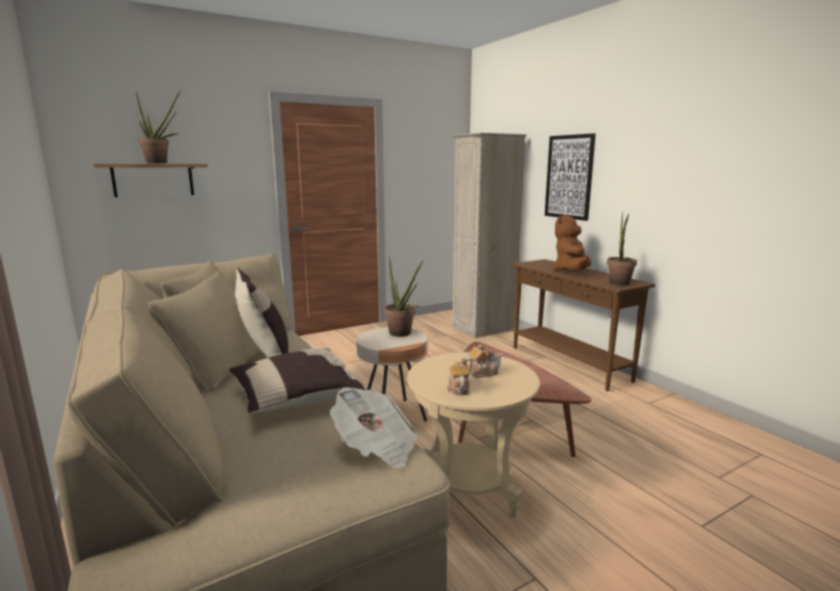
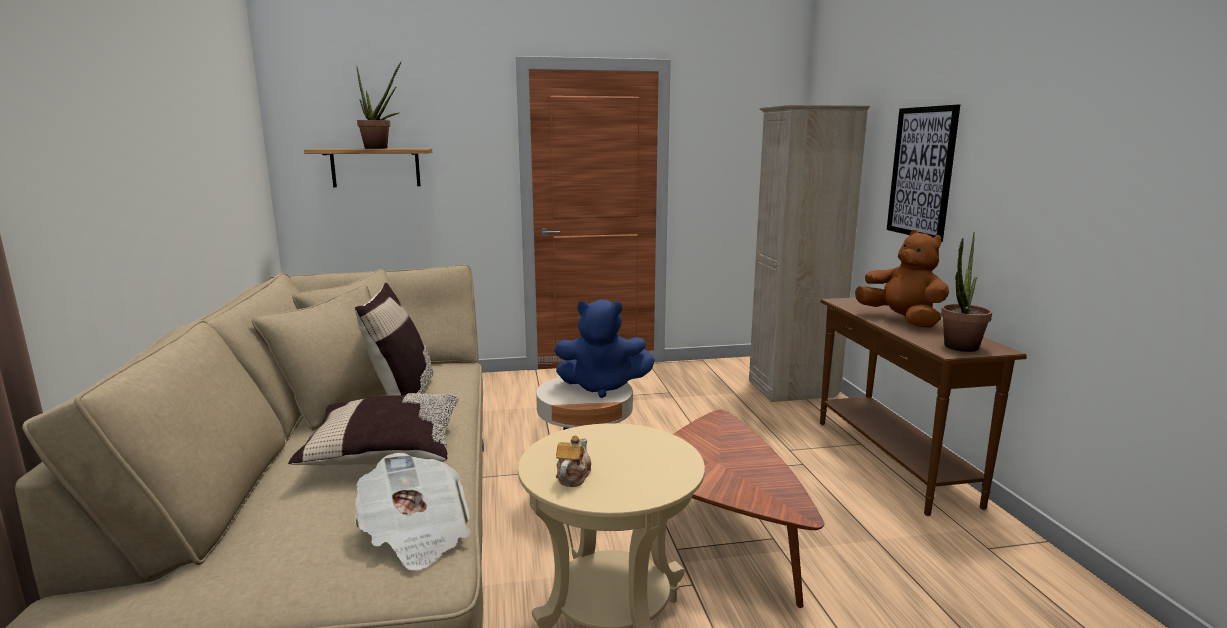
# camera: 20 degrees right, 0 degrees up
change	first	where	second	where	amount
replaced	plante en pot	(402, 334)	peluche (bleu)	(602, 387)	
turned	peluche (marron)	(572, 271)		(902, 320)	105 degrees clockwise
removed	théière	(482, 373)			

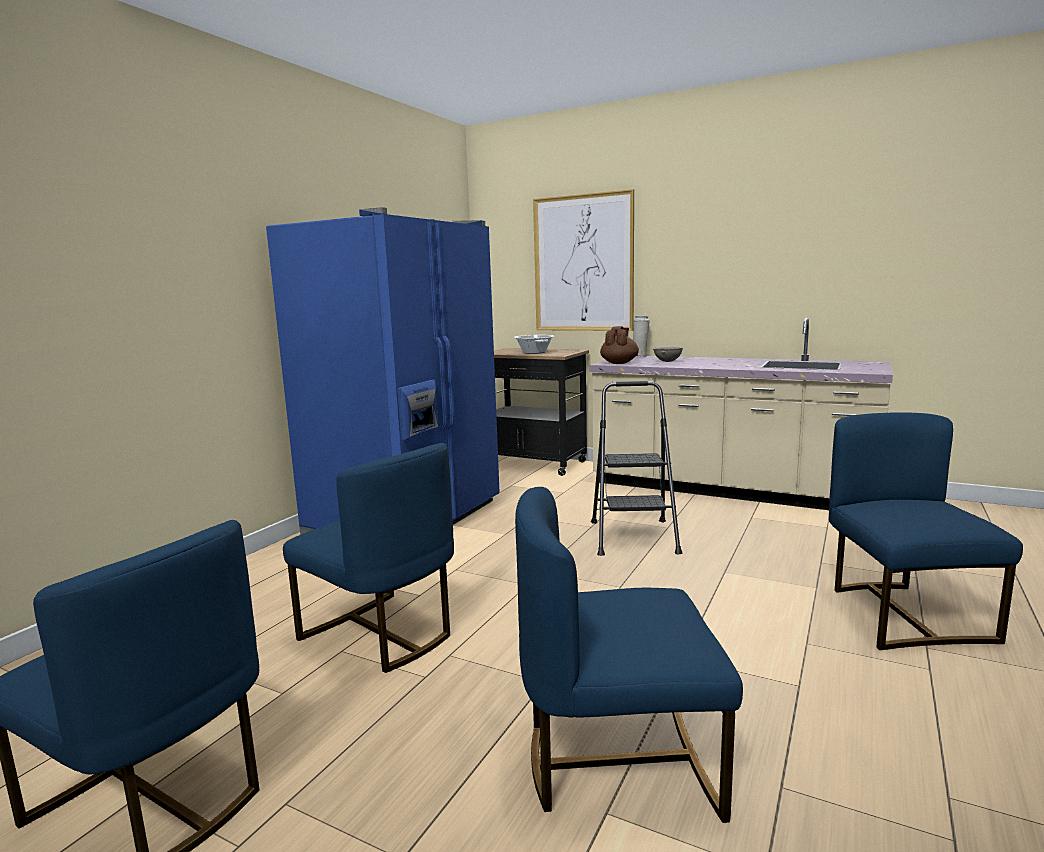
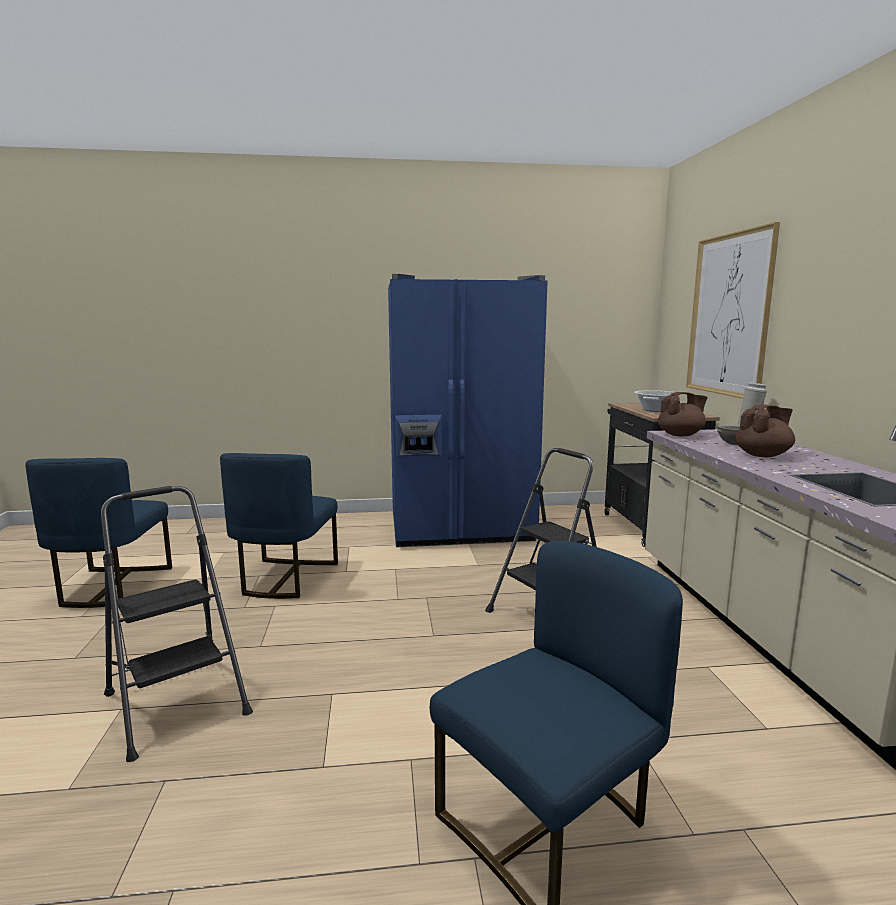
# camera: 55 degrees right, 0 degrees up
change	first	where	second	where	amount
replaced	chaise (bleu)	(618, 761)	escabeau (noir)	(175, 699)	
added			théière (marron)	(763, 455)	

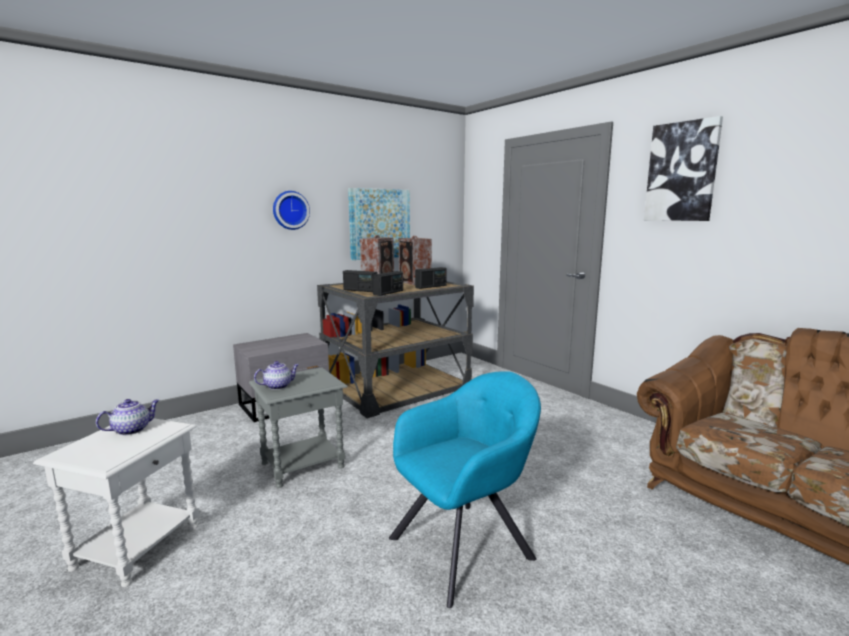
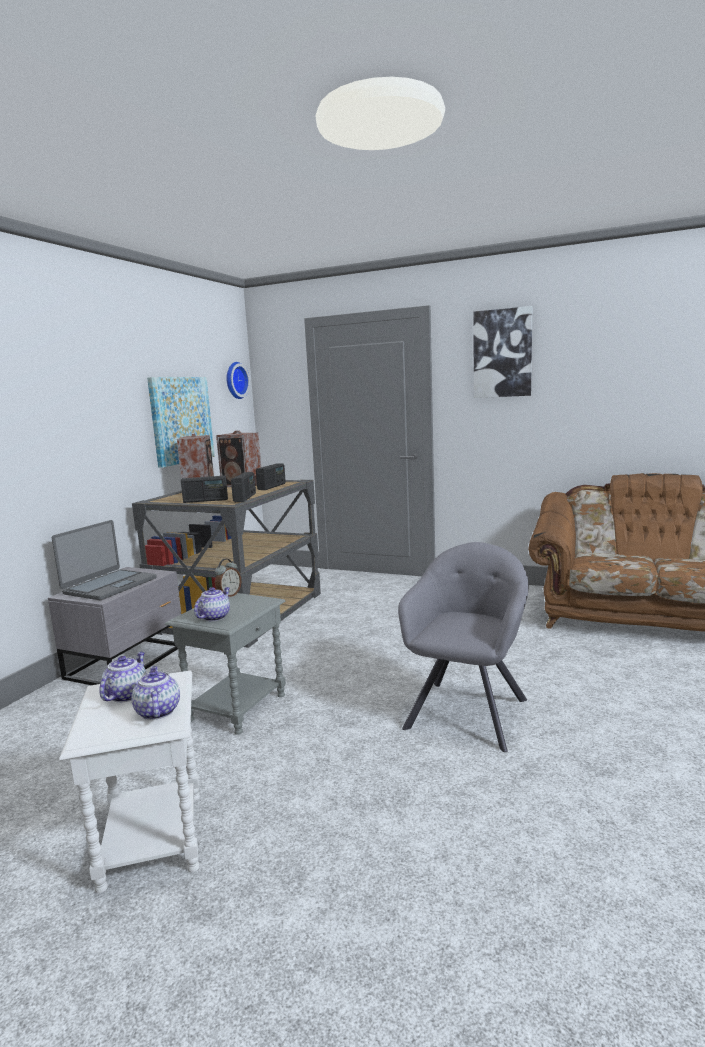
# camera: 30 degrees left, 0 degrees up
change	first	where	second	where	amount
added			ordinateur portable	(109, 586)	
added			théière	(157, 711)	
added			réveil	(229, 595)	
moved	horloge murale	(290, 210)		(235, 380)	
recoloured	fauteuil (turquoise)	(465, 545)	fauteuil (gris)	(468, 710)	

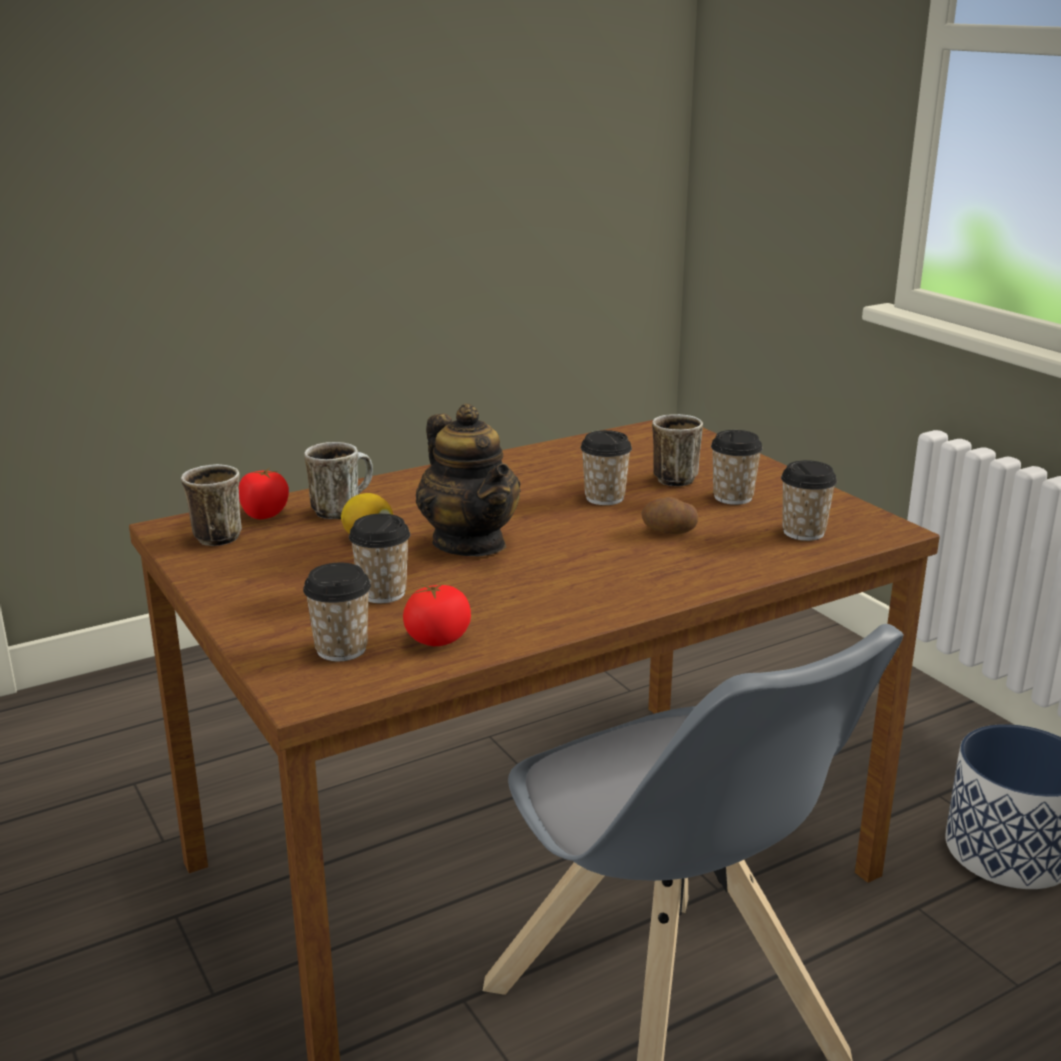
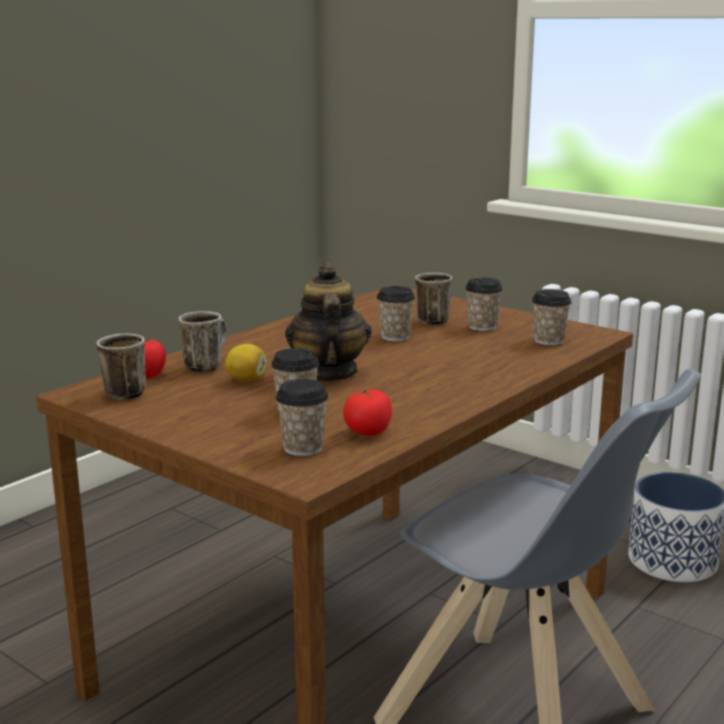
# camera: 20 degrees left, 5 degrees down
change	first	where	second	where	amount
turned	théière	(470, 543)		(328, 374)	135 degrees counterclockwise
removed	pomme de terre	(669, 532)			

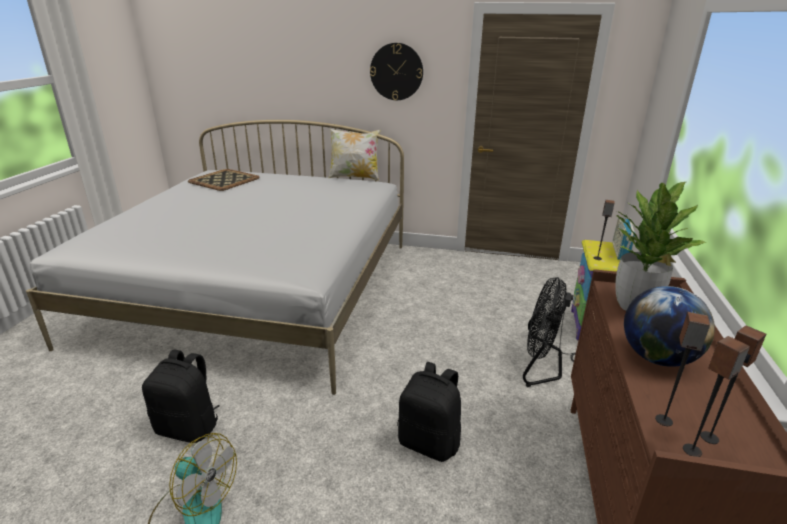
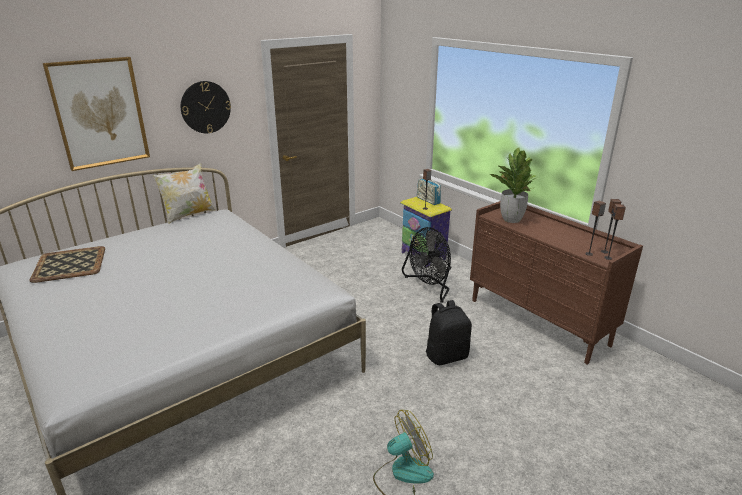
# camera: 50 degrees left, 0 degrees up
change	first	where	second	where	amount
added			tableau	(99, 113)	
removed	sac à dos (noir)	(189, 427)			
removed	globe	(657, 358)			

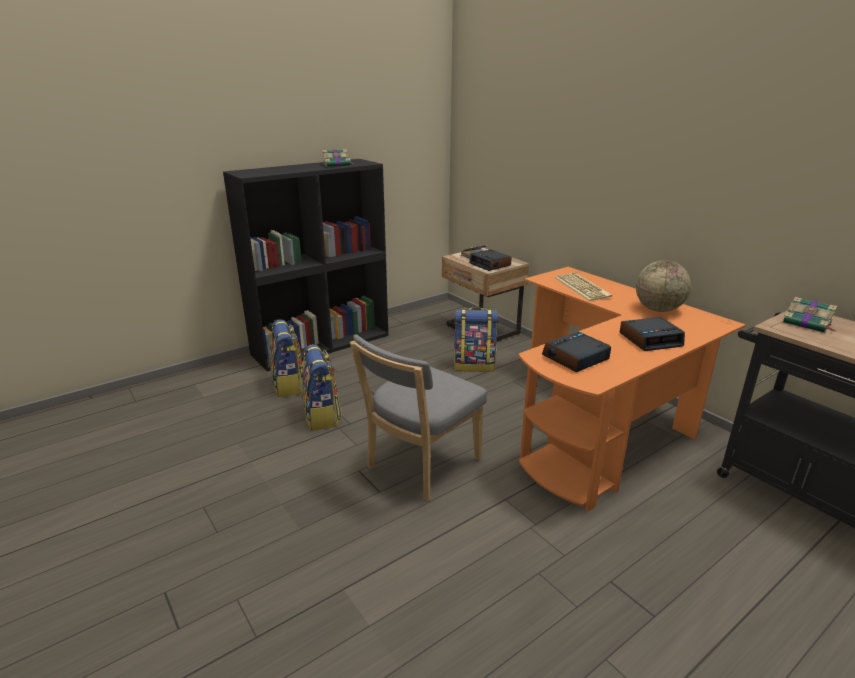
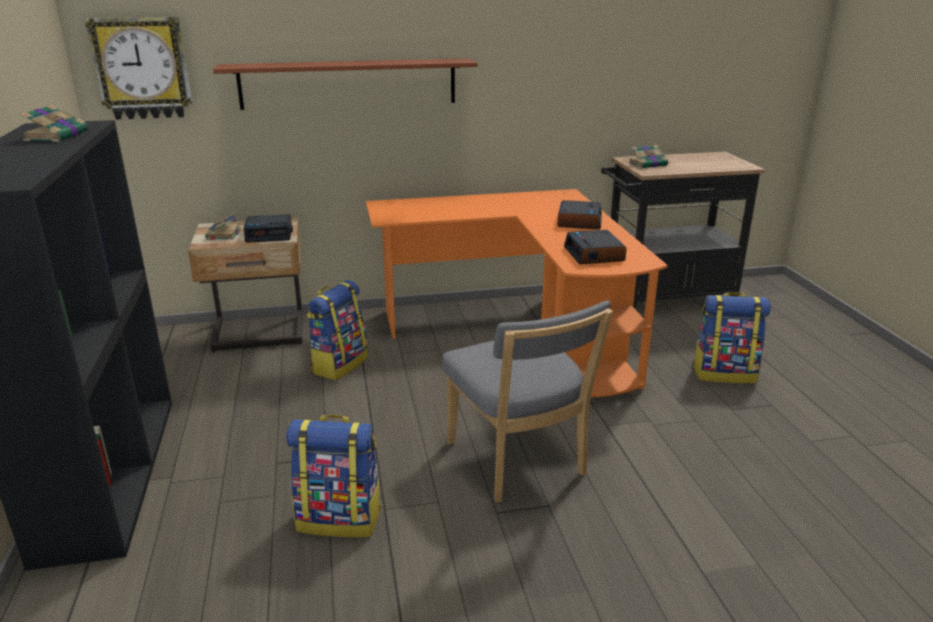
# camera: 65 degrees left, 0 degrees up
change	first	where	second	where	amount
added			horloge murale	(142, 68)	
added			étagère (marron)	(348, 83)	
moved	sac à dos	(289, 385)		(724, 373)	
removed	clavier	(583, 287)			
removed	globe	(658, 309)			

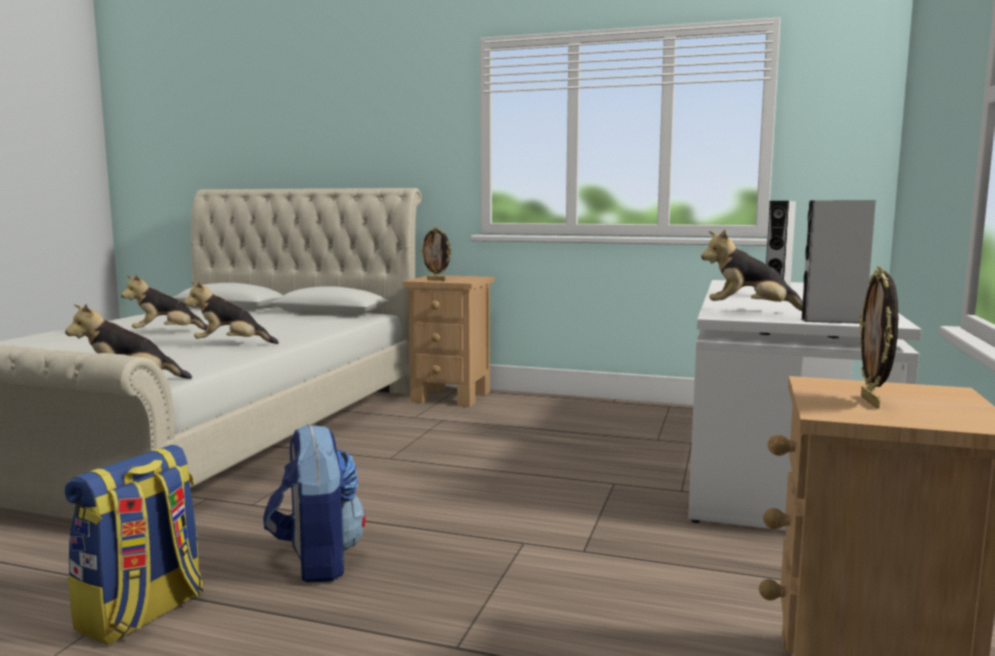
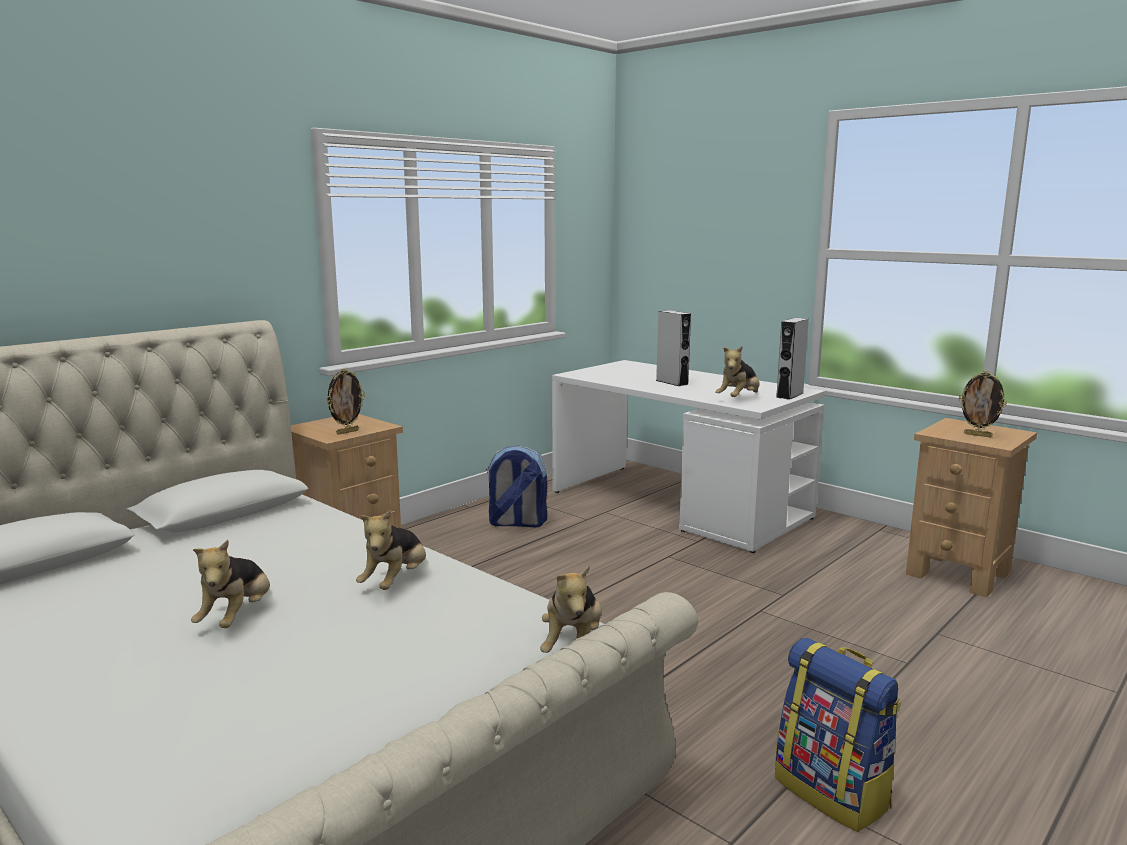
# camera: 65 degrees left, 5 degrees up
change	first	where	second	where	amount
moved	sac à dos	(316, 561)		(516, 523)	

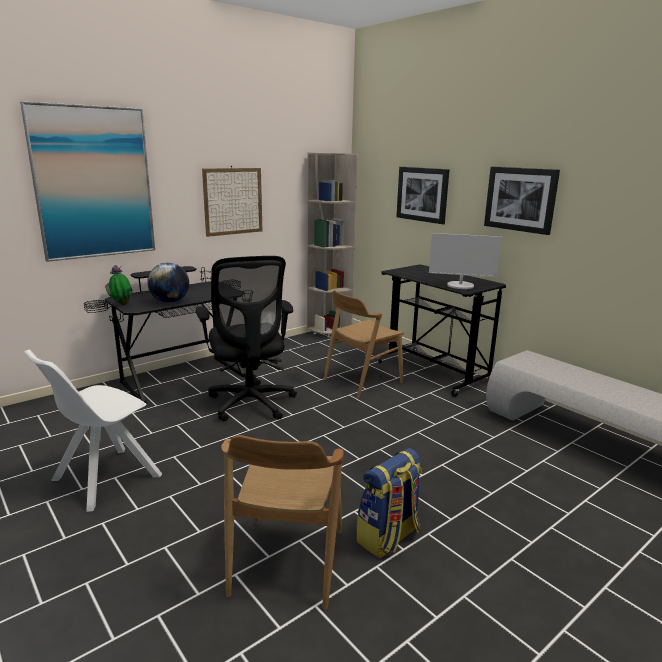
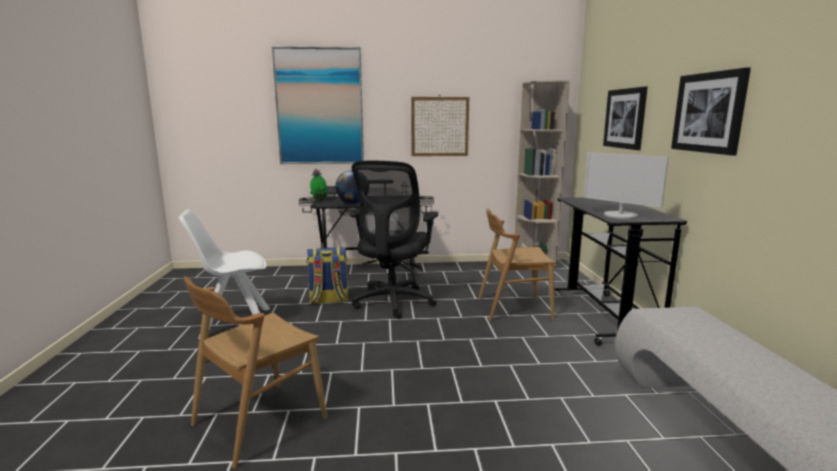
# camera: 35 degrees right, 5 degrees down
change	first	where	second	where	amount
moved	sac à dos	(388, 537)		(328, 300)	

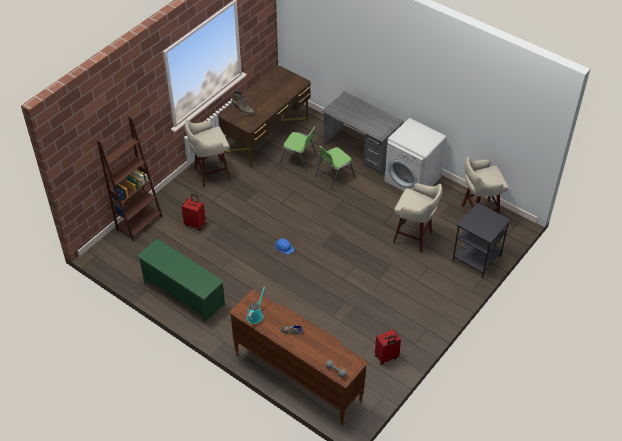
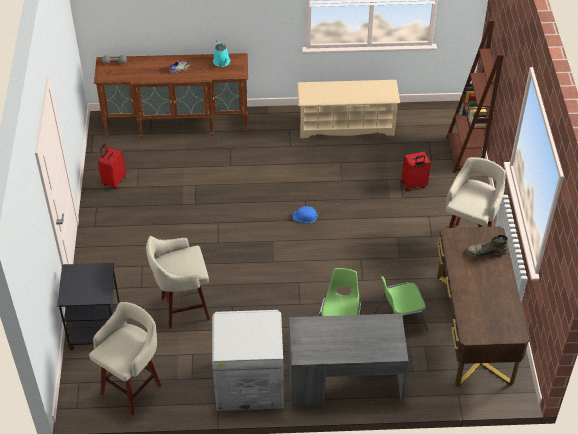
# camera: 140 degrees right, 0 degrees up
change	first	where	second	where	amount
recoloured	étagère à chaussures (vert)	(183, 293)	étagère à chaussures (beige)	(346, 125)	

